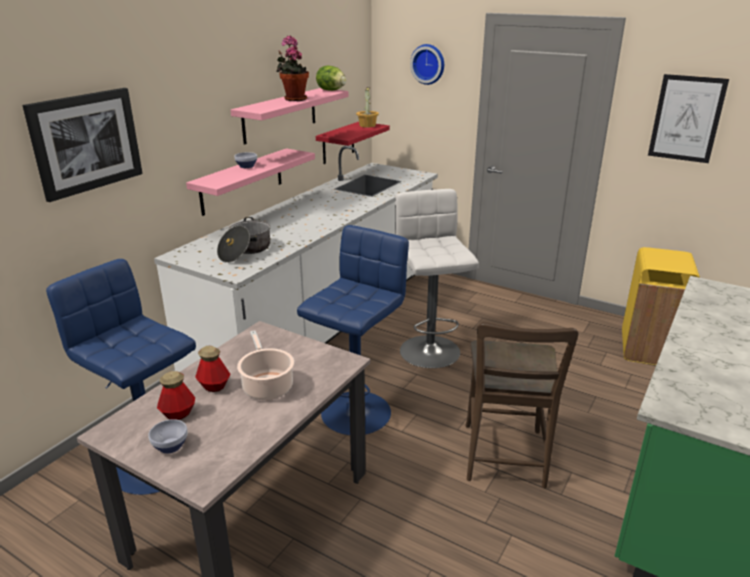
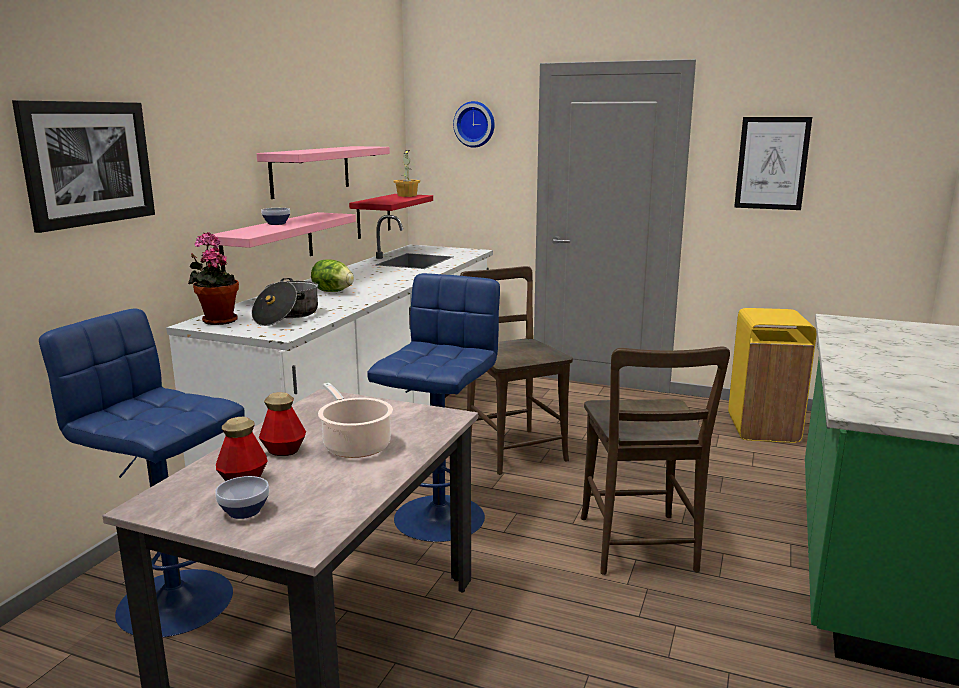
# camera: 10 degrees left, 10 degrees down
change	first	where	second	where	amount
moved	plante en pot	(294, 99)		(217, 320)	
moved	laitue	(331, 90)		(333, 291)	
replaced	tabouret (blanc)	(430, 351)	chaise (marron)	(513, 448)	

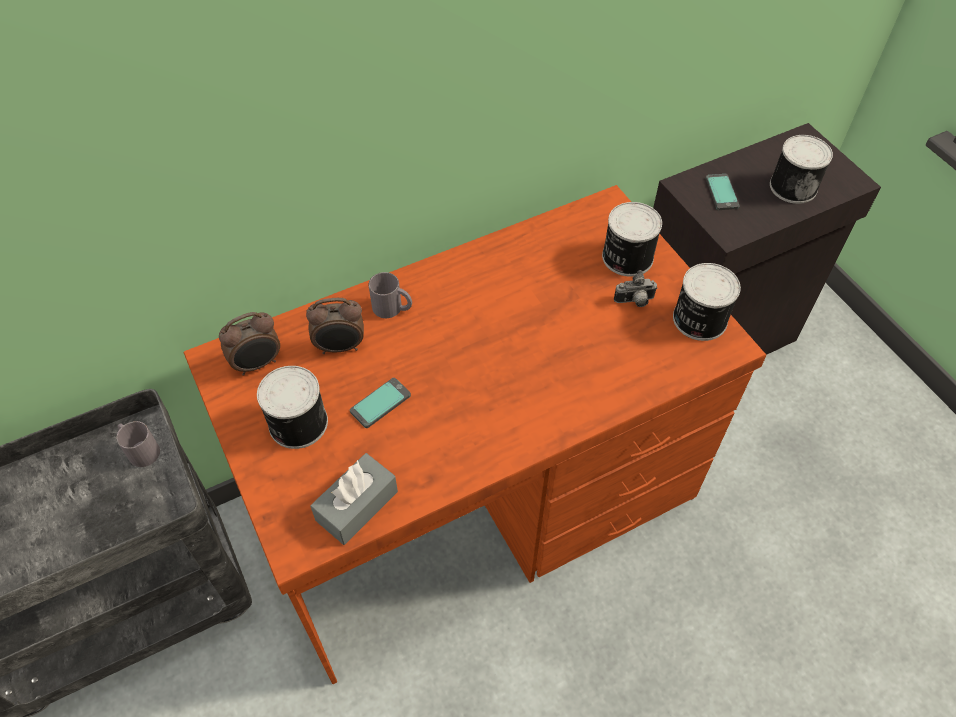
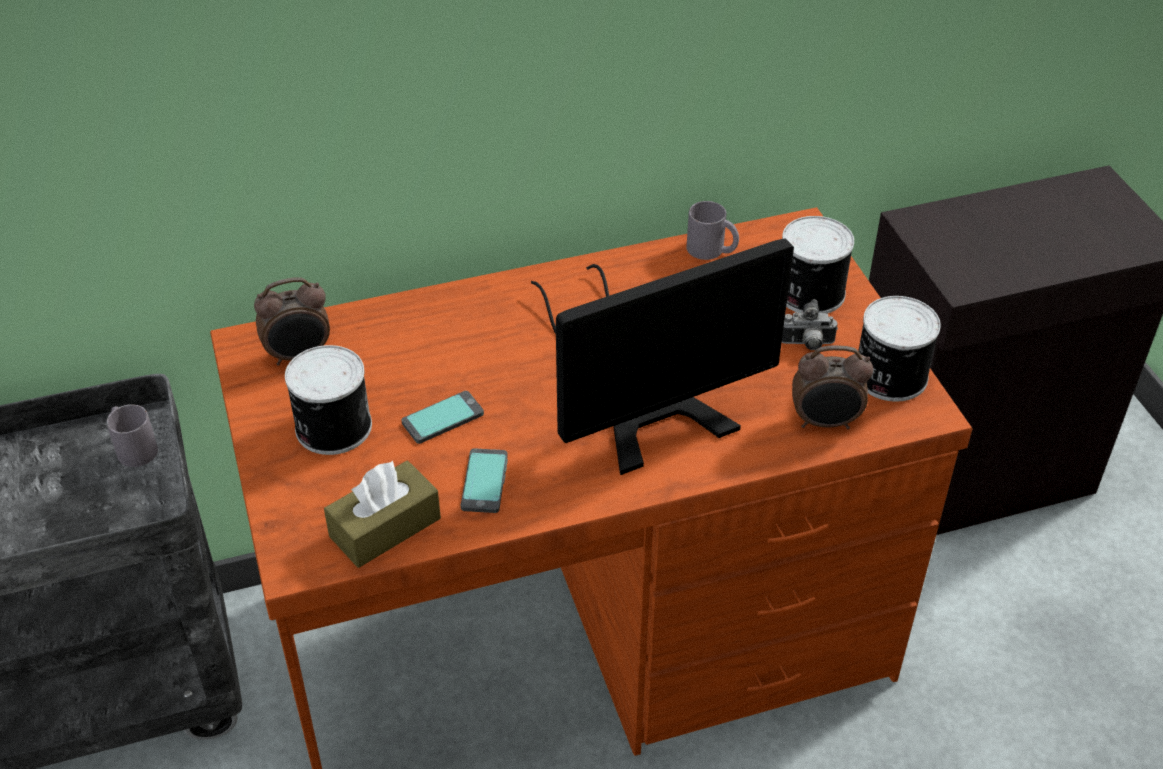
# camera: 10 degrees right, 10 degrees down
change	first	where	second	where	amount
recoloured	boîte à mouchoirs (gris)	(357, 506)	boîte à mouchoirs (marron)	(385, 527)	
moved	téléphone	(722, 193)		(485, 482)	
added			écran d'ordinateur	(642, 398)	
moved	mug (gris)	(393, 308)		(712, 250)	
moved	réveil	(340, 347)		(825, 422)	
removed	boîte métallique	(793, 186)			

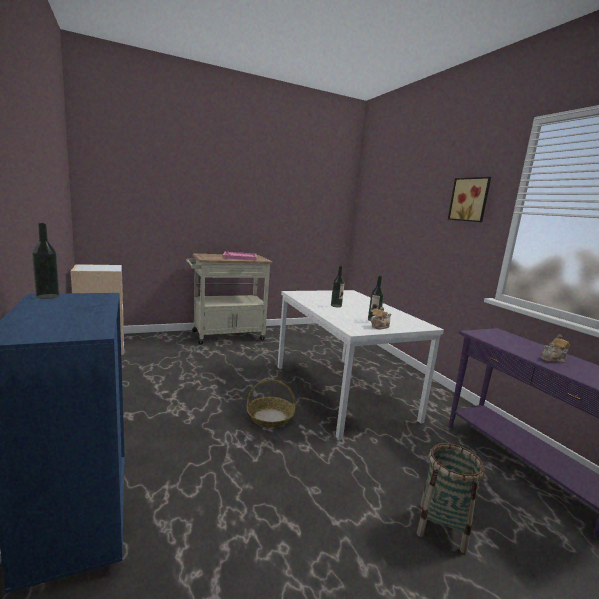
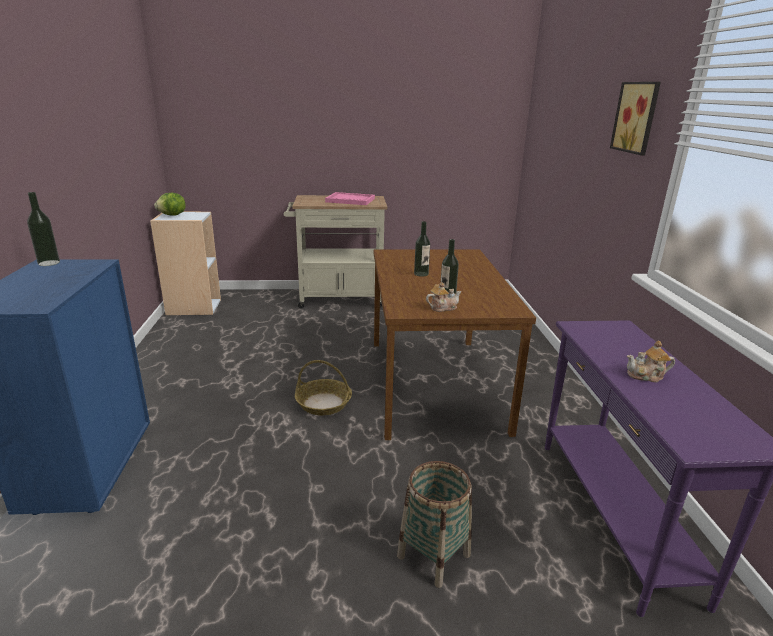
# camera: 20 degrees right, 10 degrees up
change	first	where	second	where	amount
added			laitue	(172, 215)	
recoloured	table à manger (blanc)	(340, 391)	table à manger (marron)	(433, 383)	

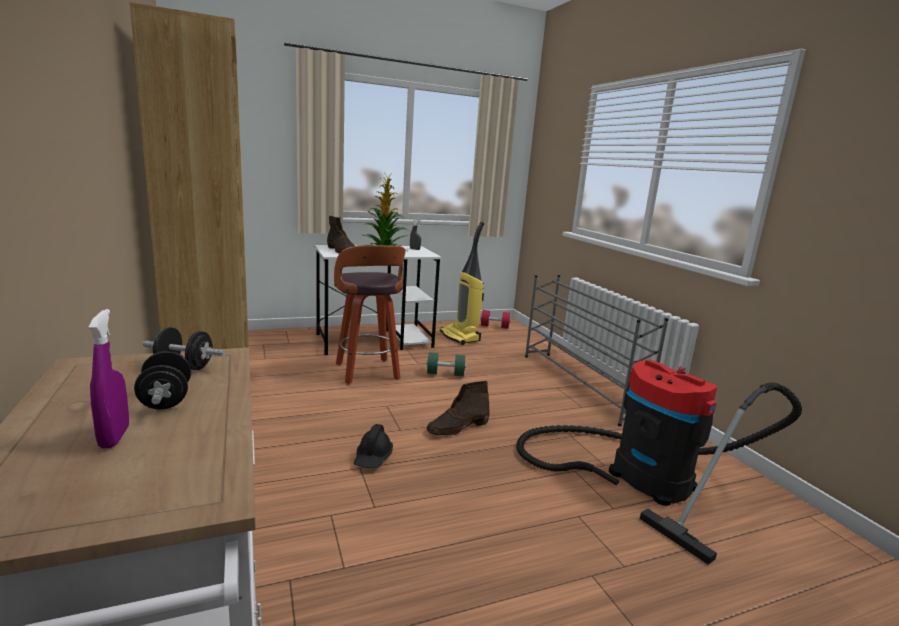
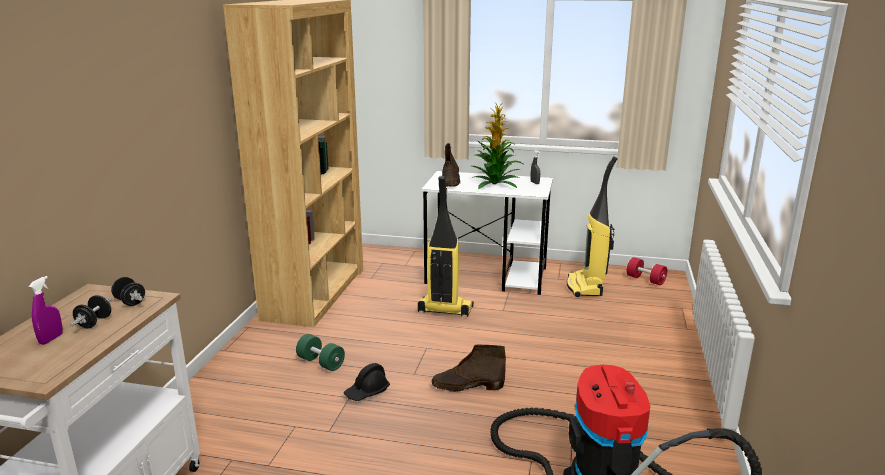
# camera: 35 degrees right, 5 degrees up
change	first	where	second	where	amount
moved	haltère (vert)	(445, 374)		(321, 363)	
replaced	tabouret	(368, 372)	aspirateur	(444, 310)	
removed	étagère à chaussures (gris)	(578, 385)			

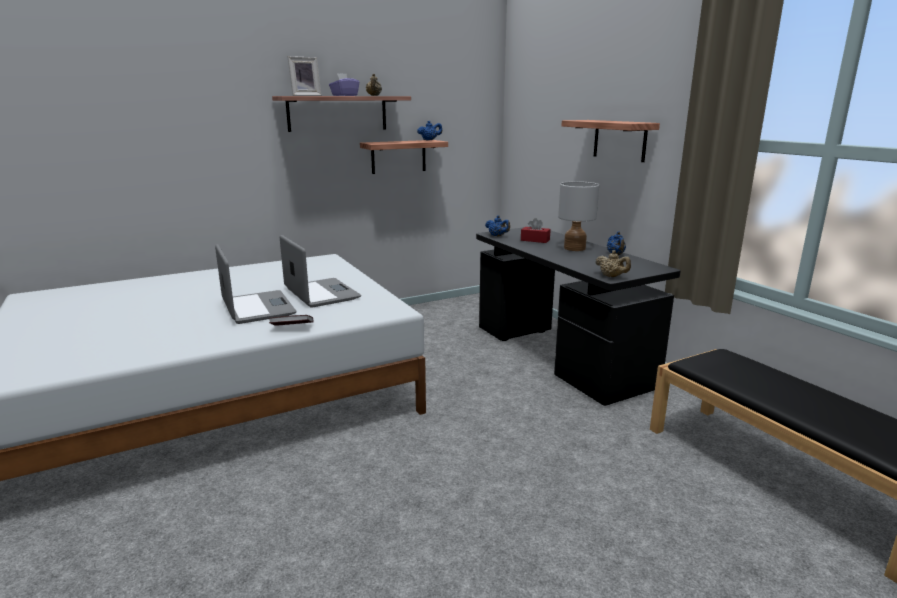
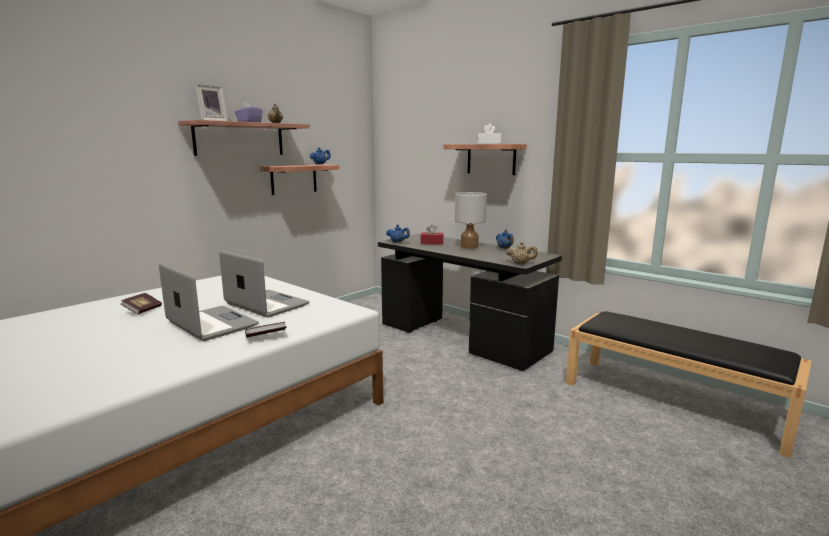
# camera: 20 degrees left, 5 degrees down
change	first	where	second	where	amount
added			livre	(143, 310)	
added			boîte à mouchoirs (blanc)	(489, 143)	

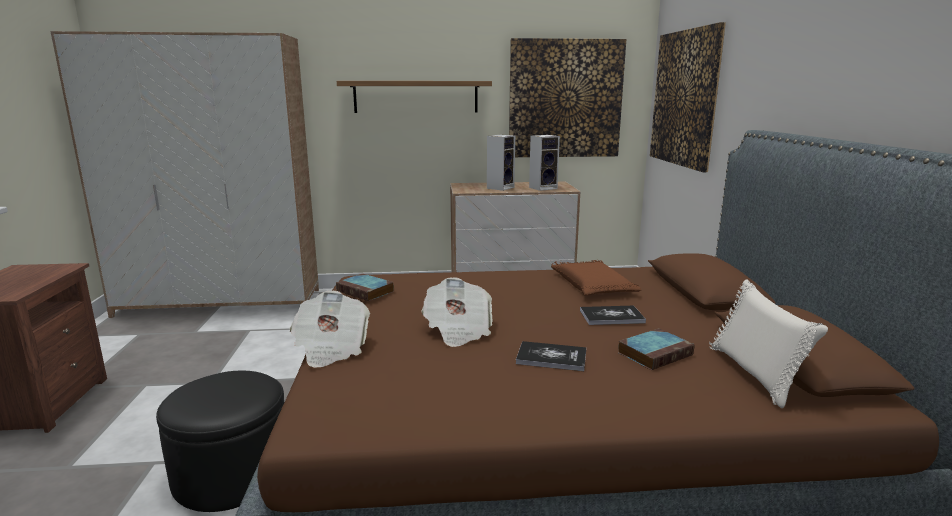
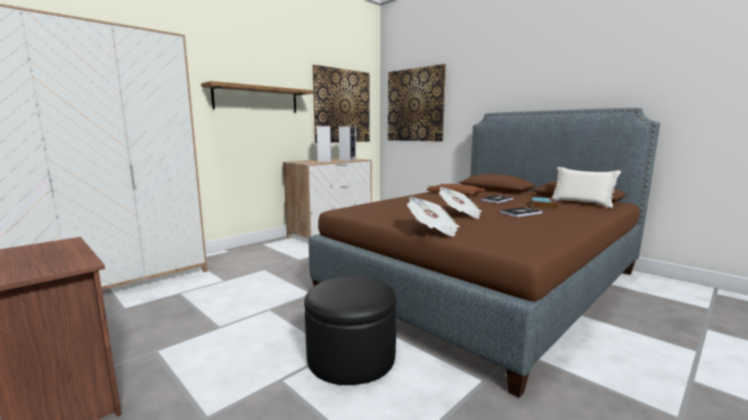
# camera: 40 degrees left, 5 degrees down
change	first	where	second	where	amount
removed	livre	(366, 291)			

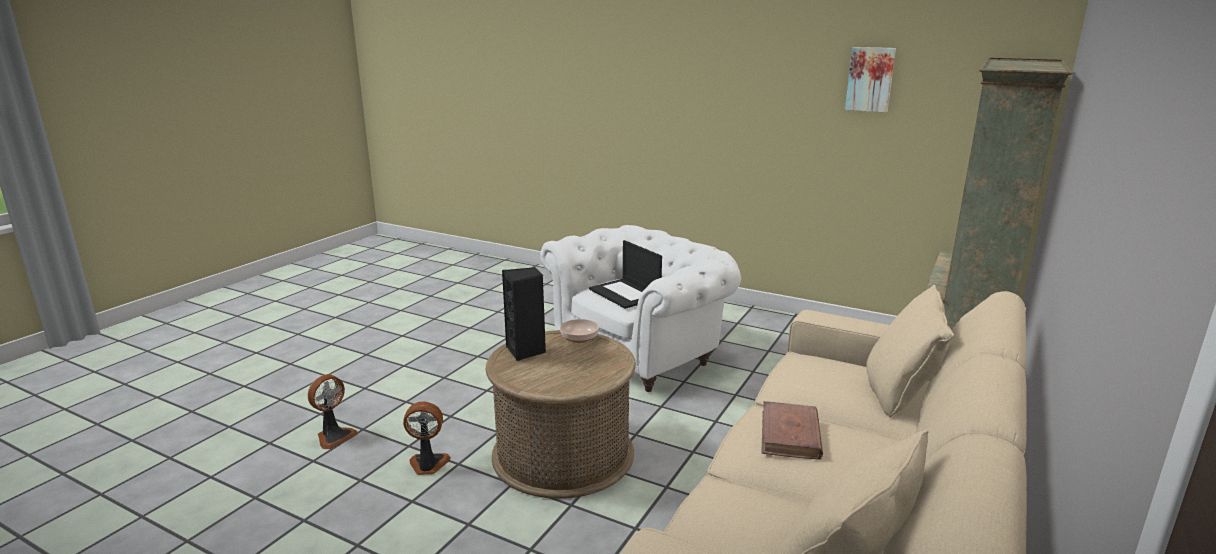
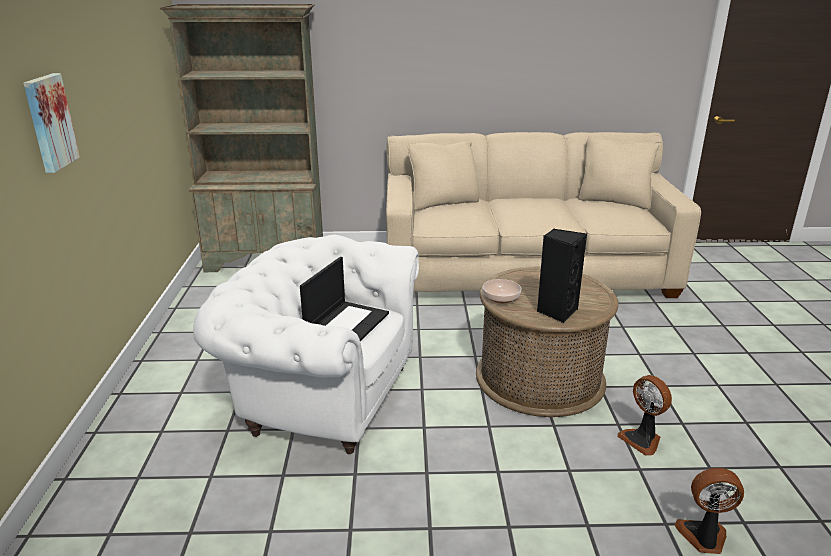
# camera: 120 degrees left, 5 degrees up
change	first	where	second	where	amount
moved	tableau	(870, 79)		(49, 122)	
removed	livre (marron)	(790, 435)			

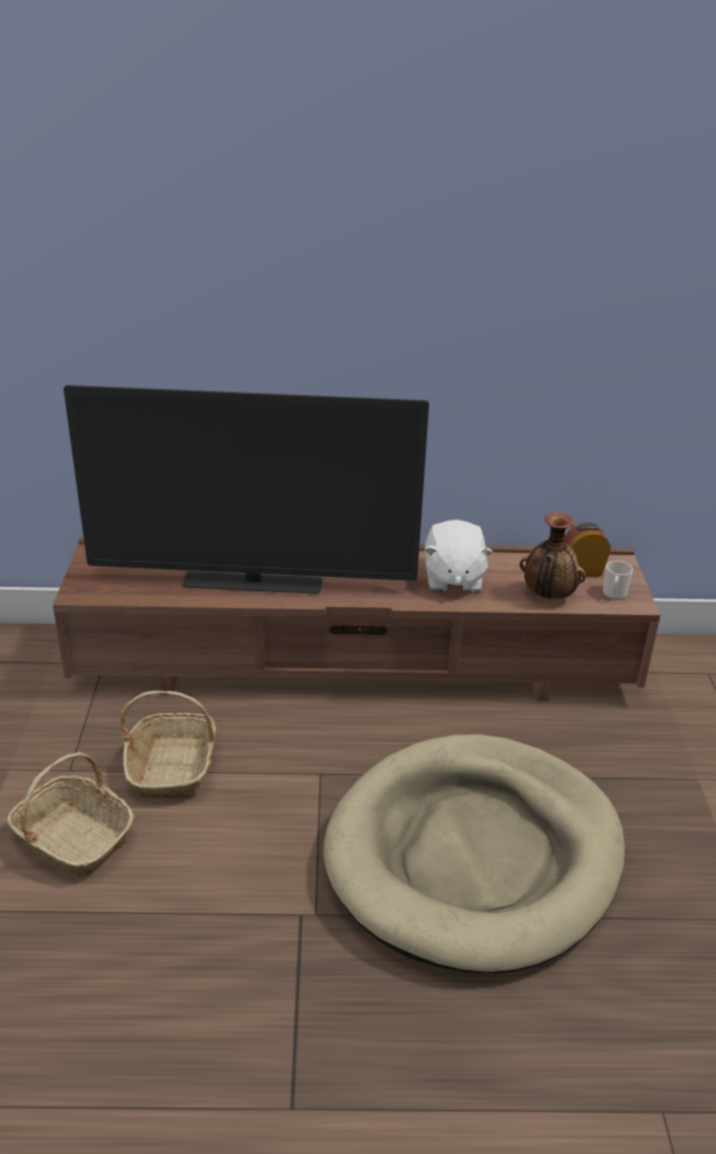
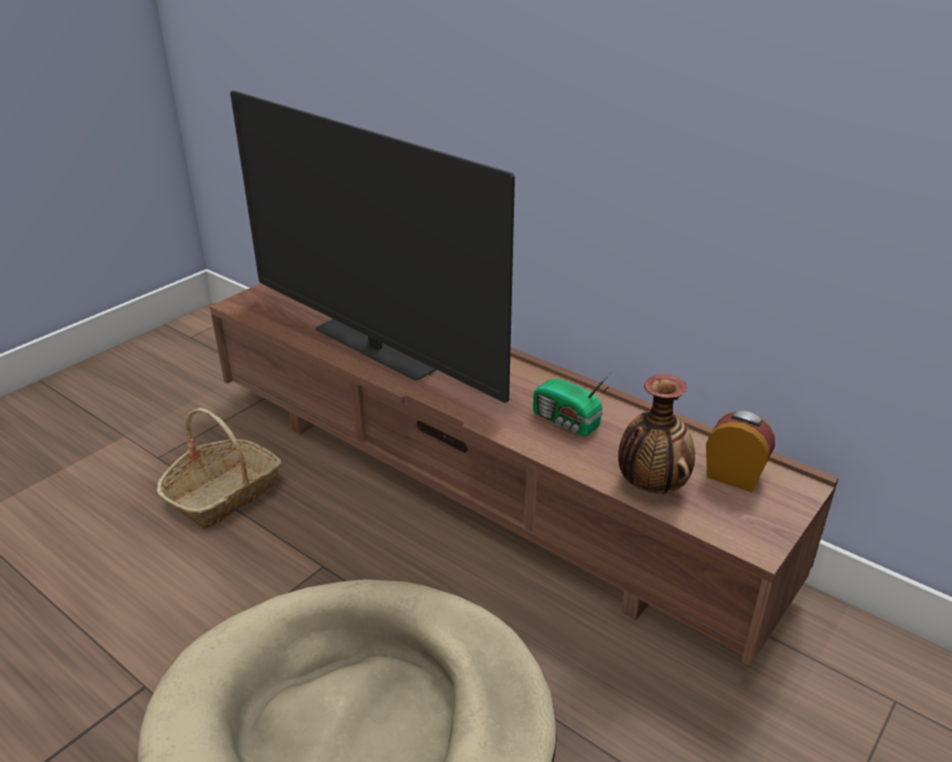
# camera: 40 degrees right, 0 degrees up
change	first	where	second	where	amount
replaced	peluche (blanc)	(453, 579)	radio	(566, 421)	
removed	panier	(73, 838)			
removed	mug	(614, 594)			

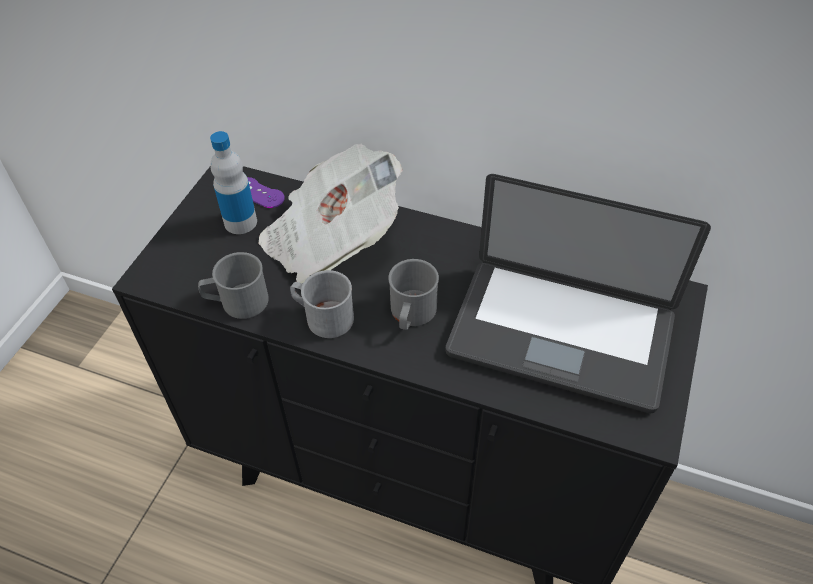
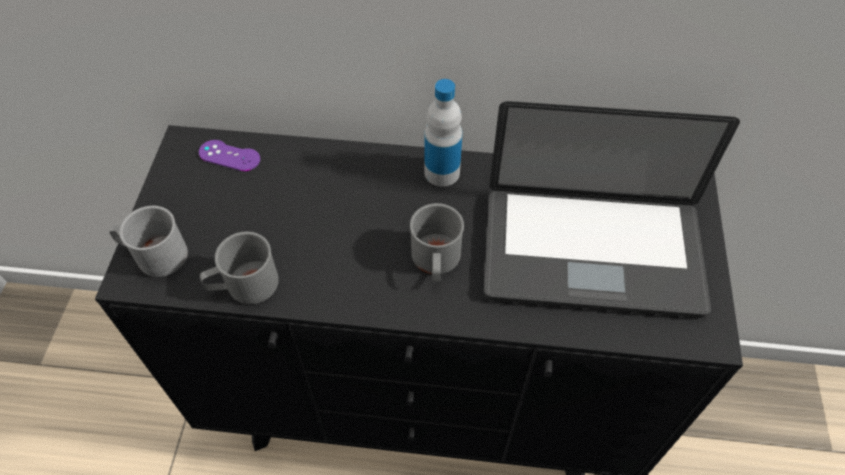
# camera: 15 degrees left, 5 degrees up
change	first	where	second	where	amount
moved	mug (gris)	(323, 317)		(154, 254)	
moved	bouteille	(240, 222)		(442, 172)	
removed	journal	(331, 239)			

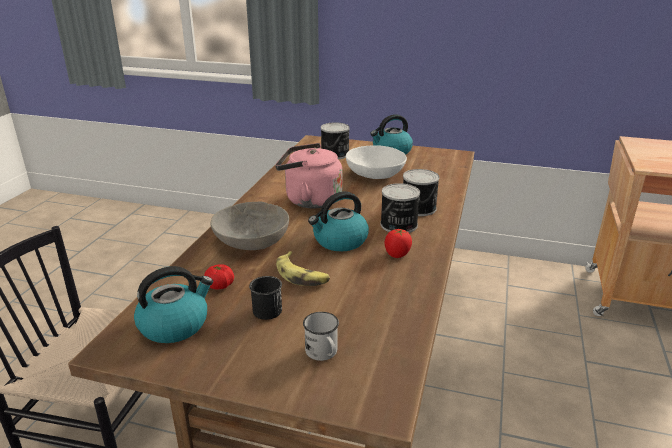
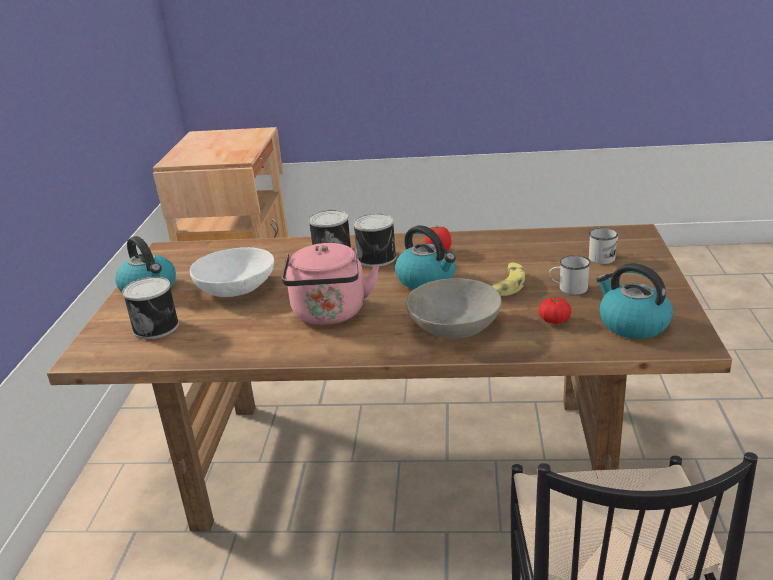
# camera: 100 degrees left, 0 degrees up
change	first	where	second	where	amount
recoloured	mug (noir)	(269, 308)	mug (blanc)	(568, 288)	

